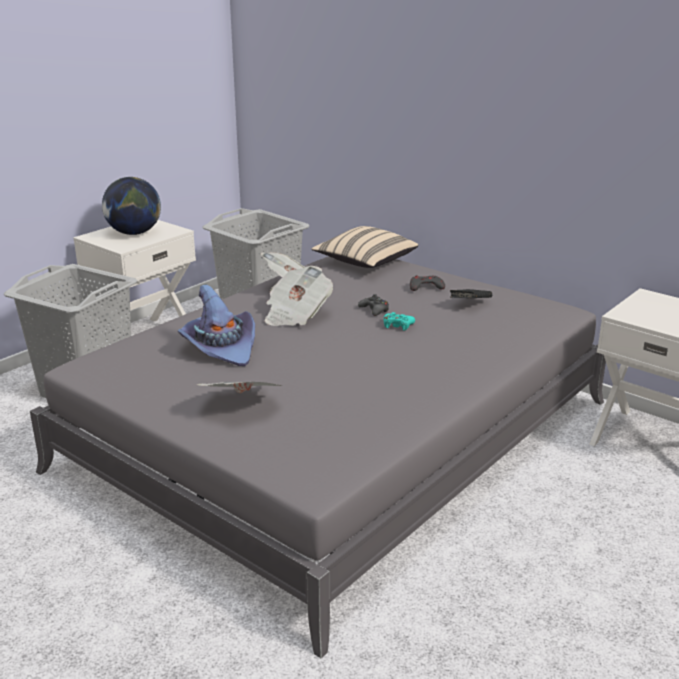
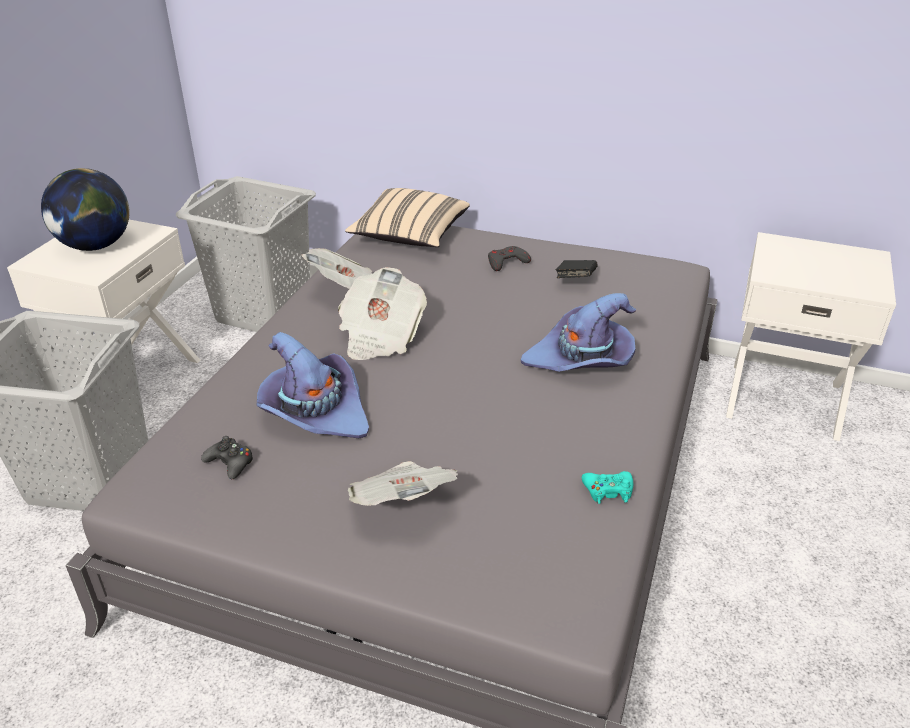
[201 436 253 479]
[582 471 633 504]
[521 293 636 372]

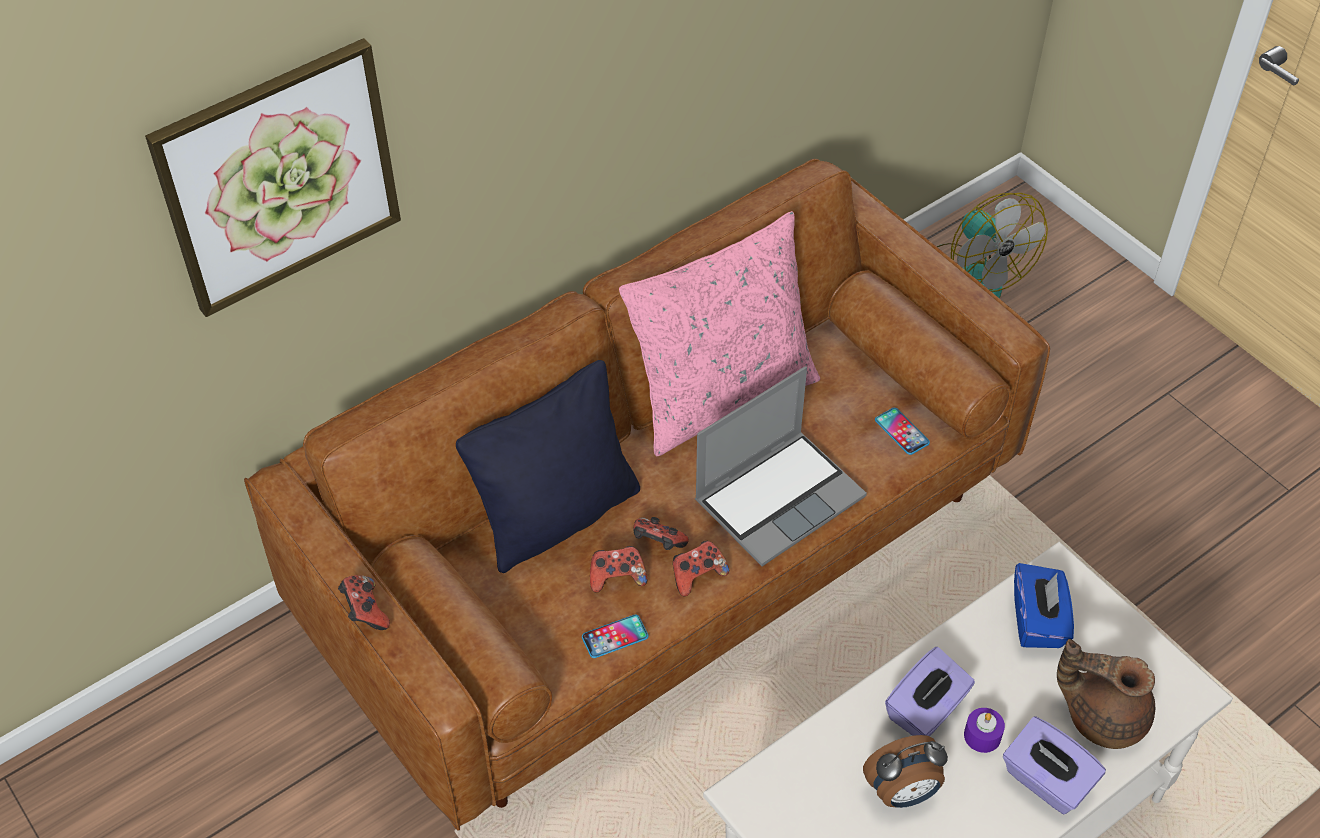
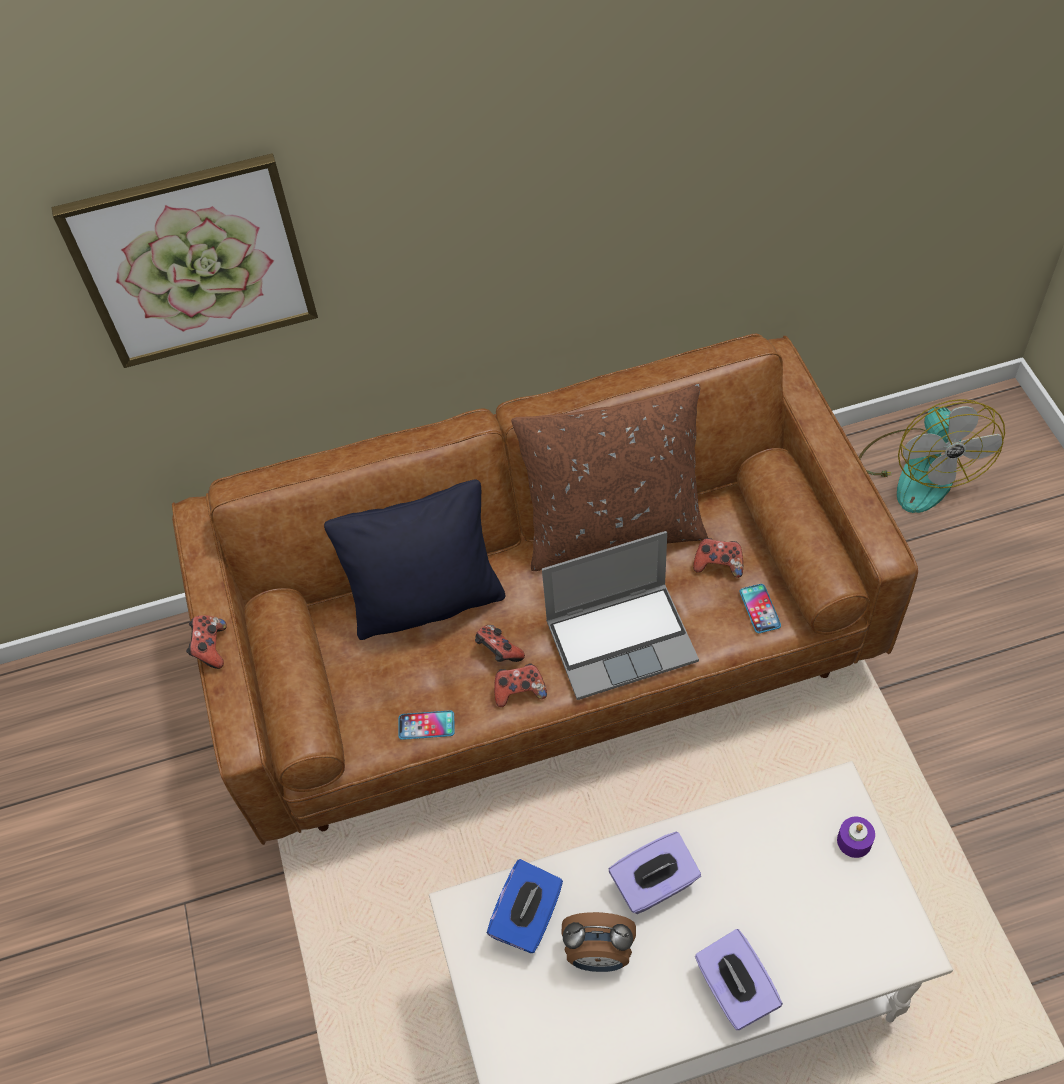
[693 538 743 578]
[511 383 708 571]
[837 817 875 858]
[487 859 563 953]
[1057 639 1155 749] (first image)

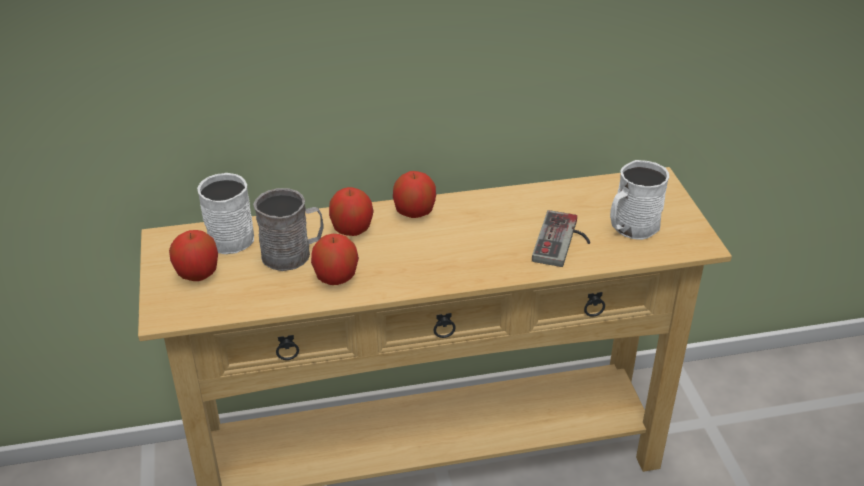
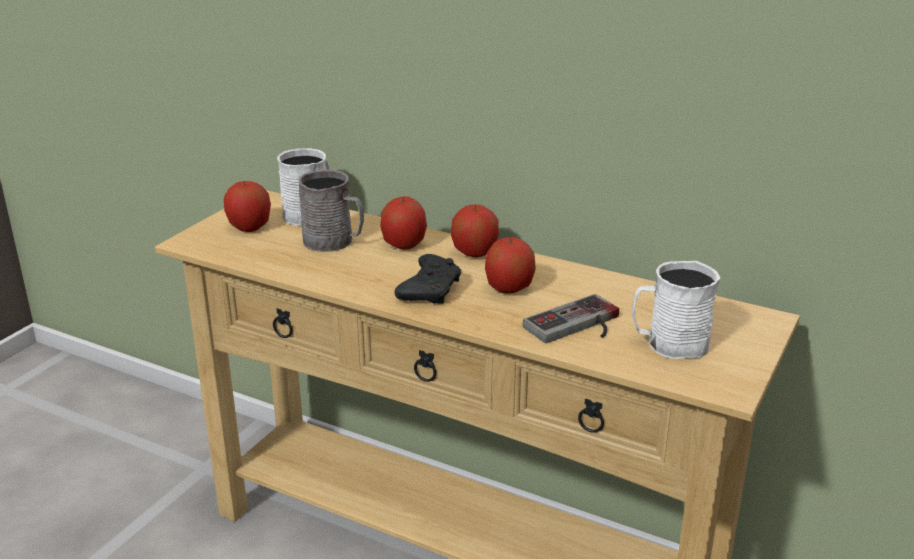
[485 237 536 294]
[395 254 461 304]

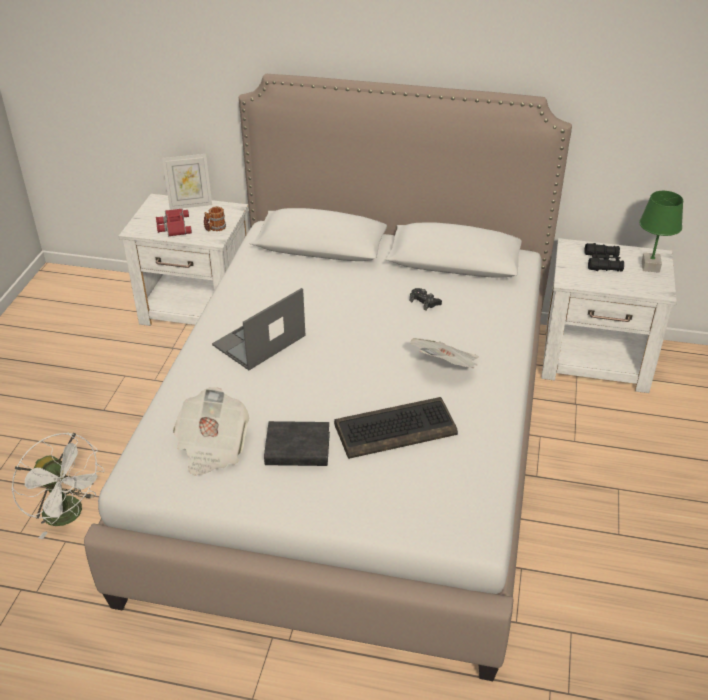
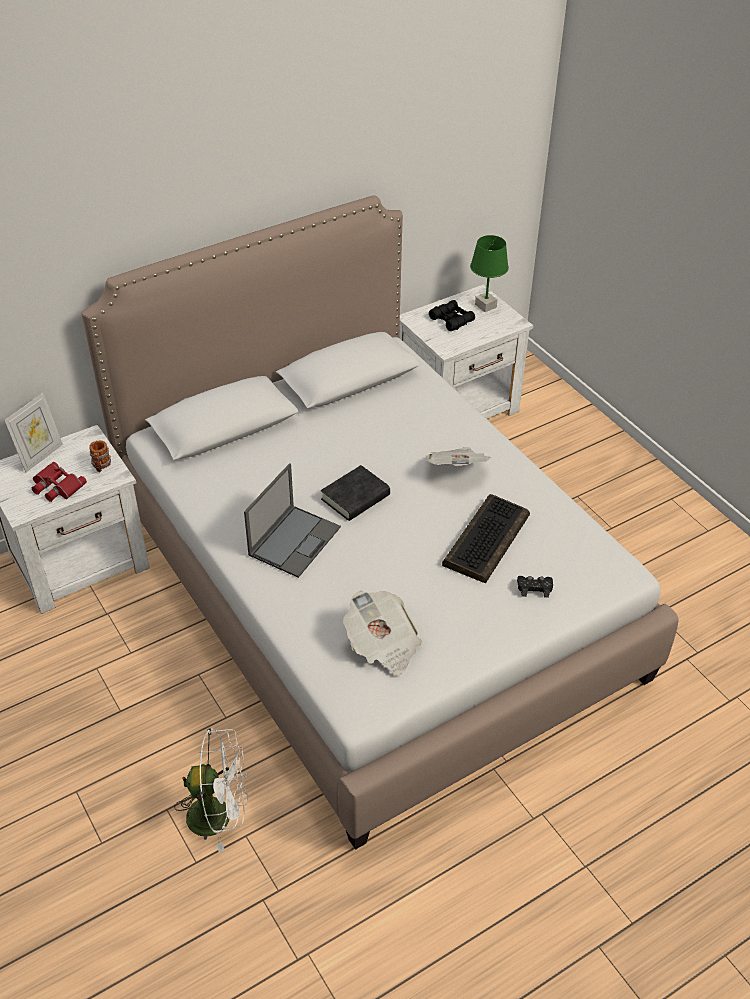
[244 463 341 578]
[321 465 390 521]
[517 576 553 598]

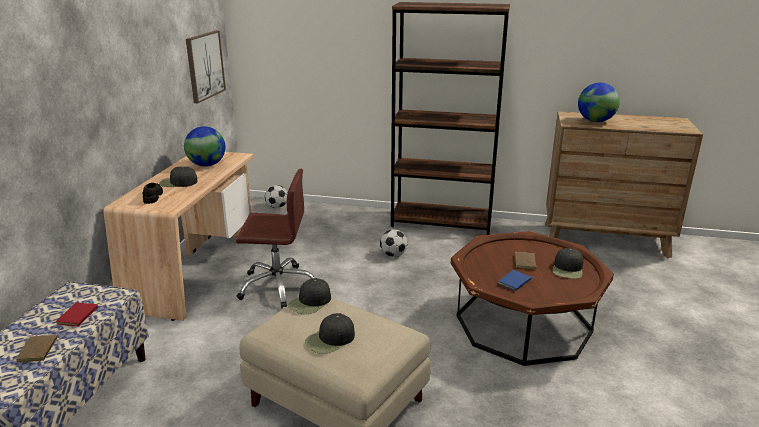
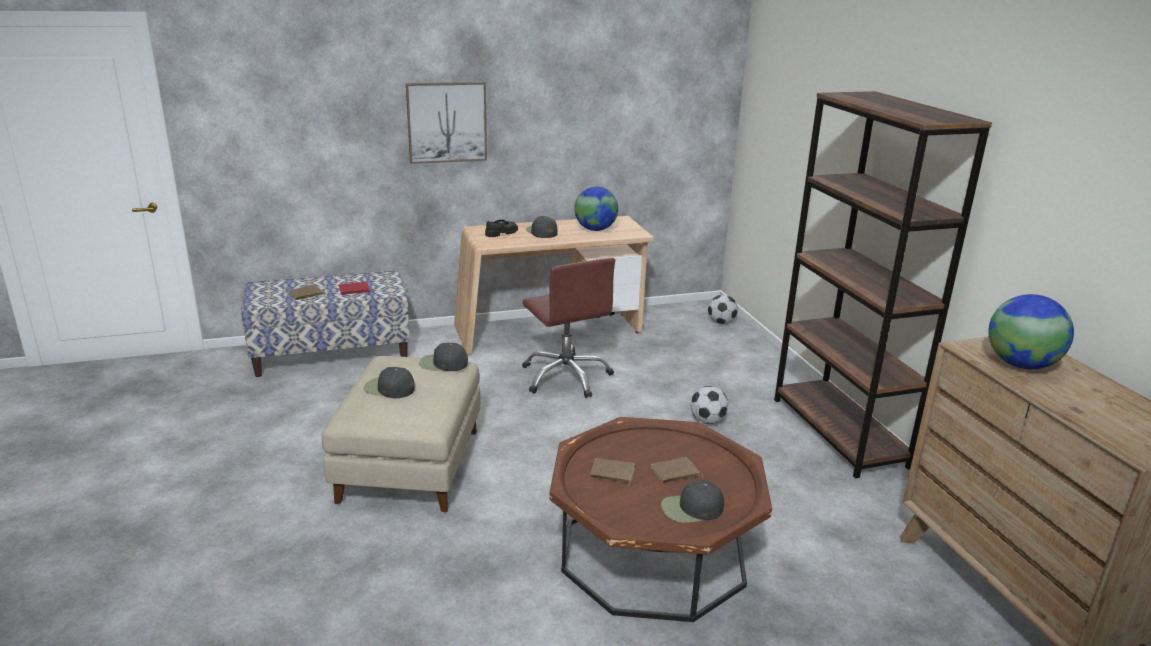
[406 82 487 164]
[590 458 635 486]

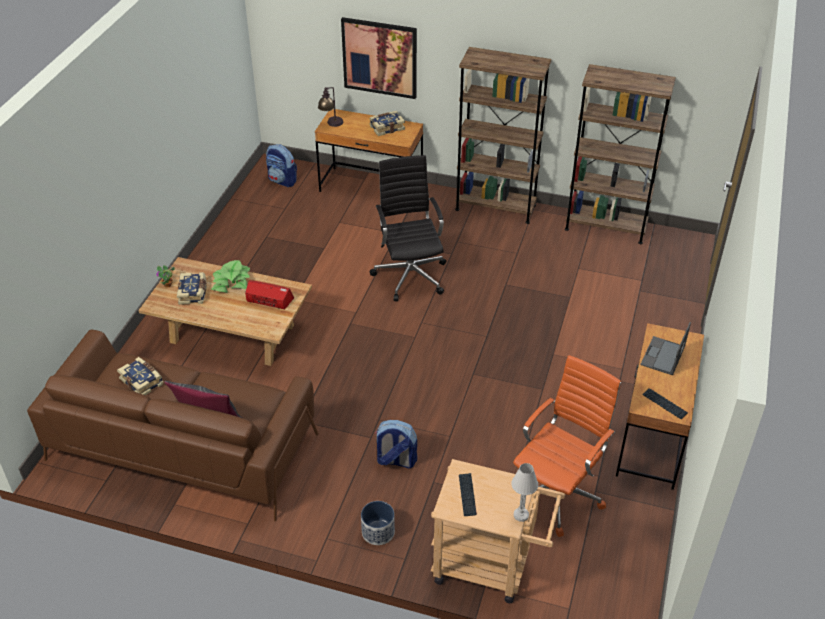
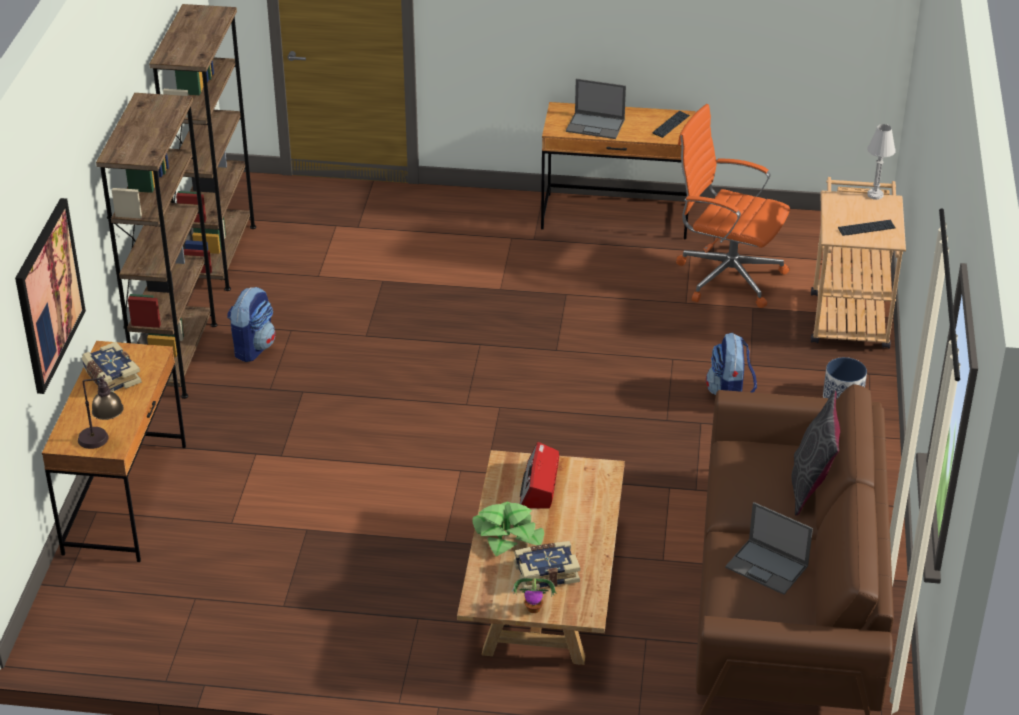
[725 502 813 595]
[227 287 276 362]
[370 155 446 301] (first image)

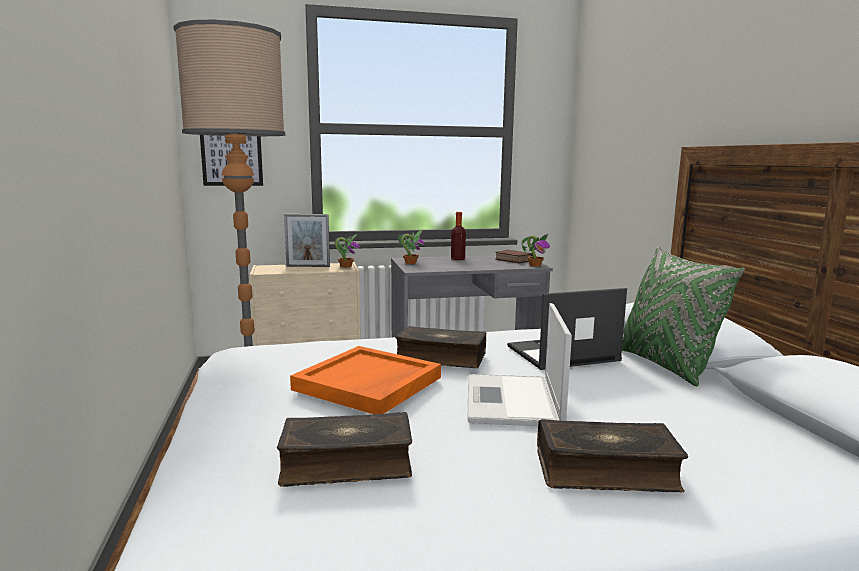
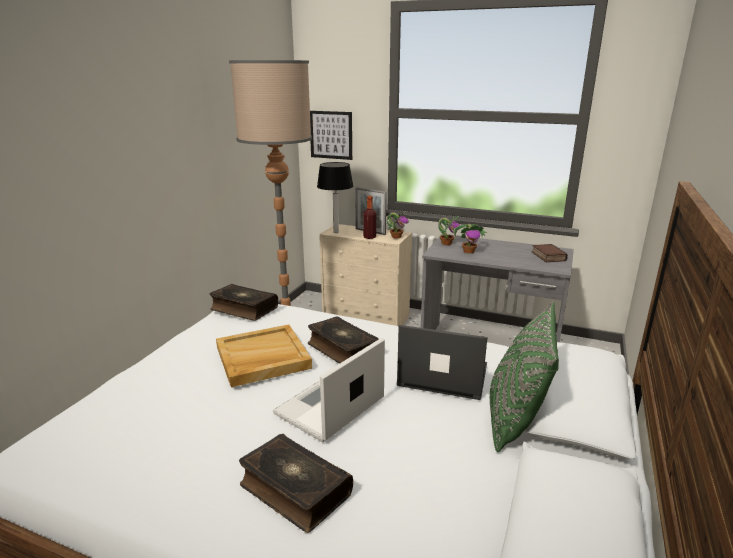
[209 284 278 321]
[216 325 312 387]
[363 196 376 239]
[453 224 487 253]
[317 162 353 233]

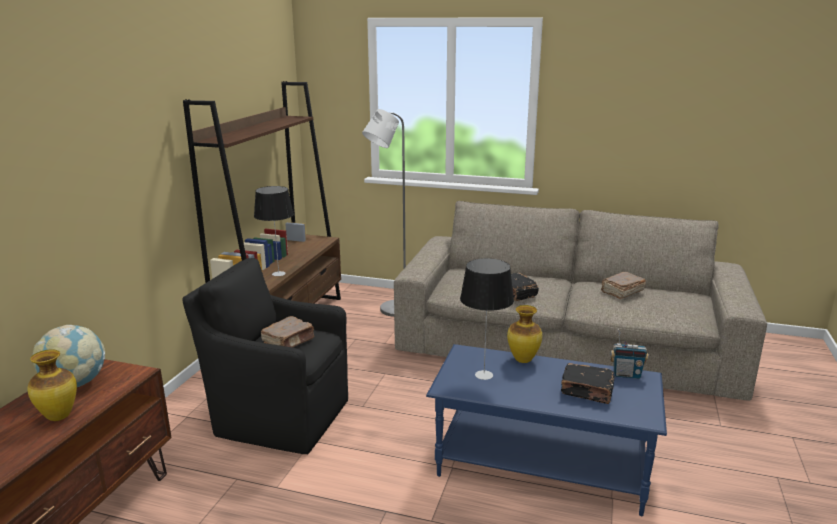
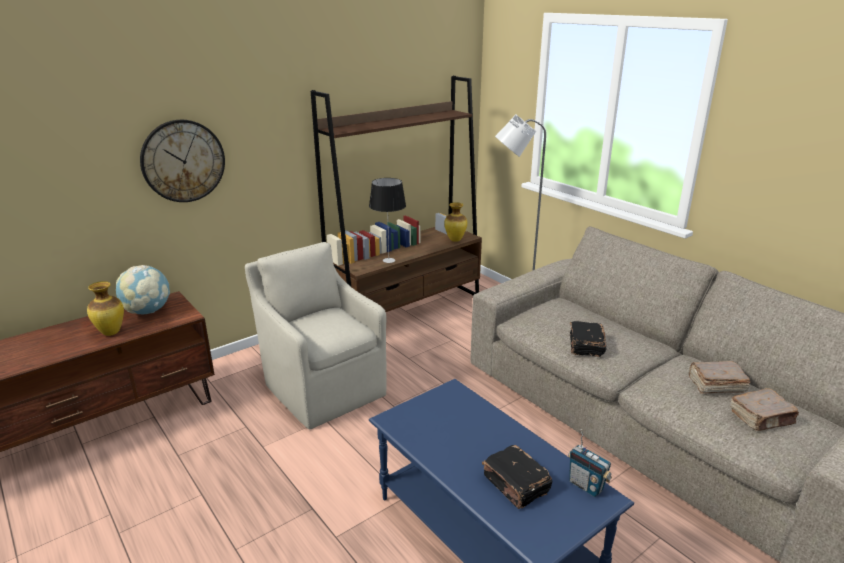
[245 242 387 430]
[730 388 799 431]
[460 258 514 380] (first image)
[444 202 467 242]
[140 120 225 202]

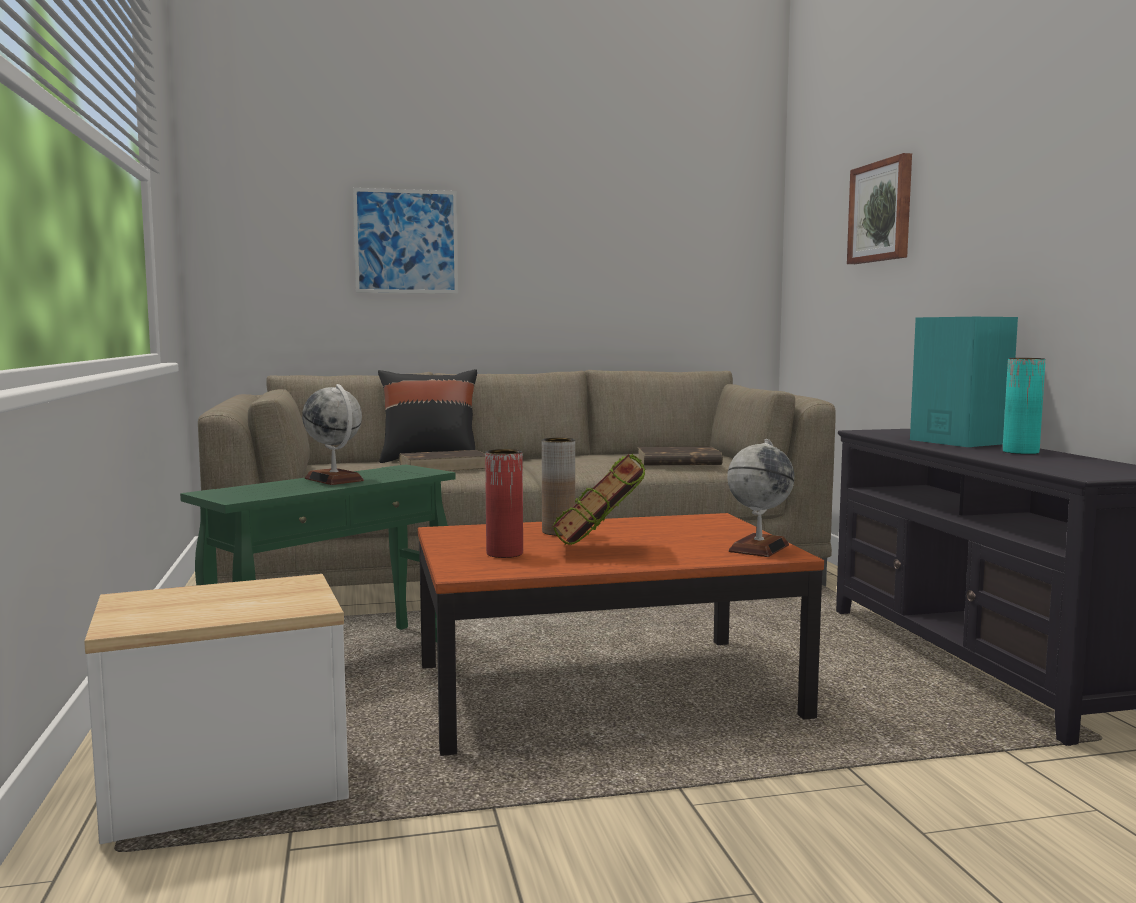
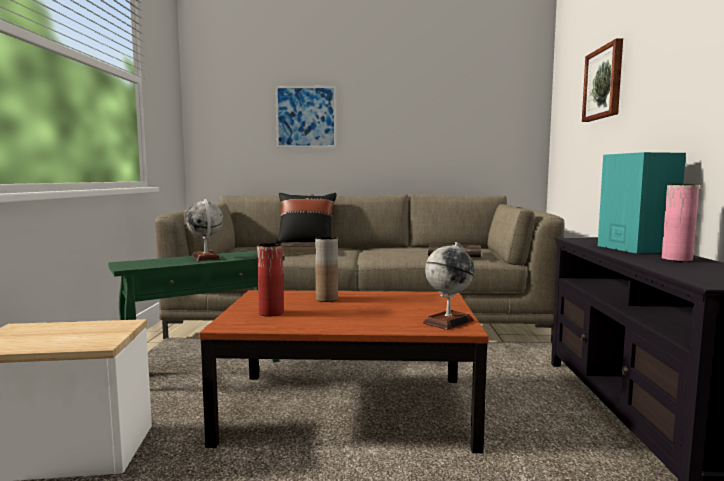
[552 453 645 545] (first image)
[662 184 699 262]

